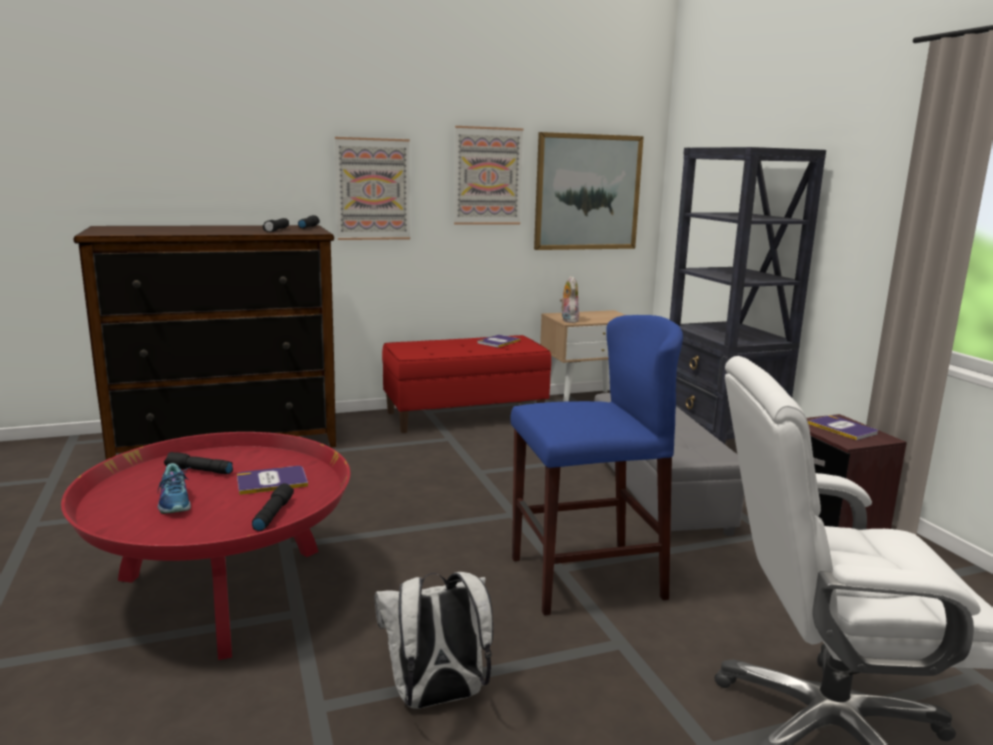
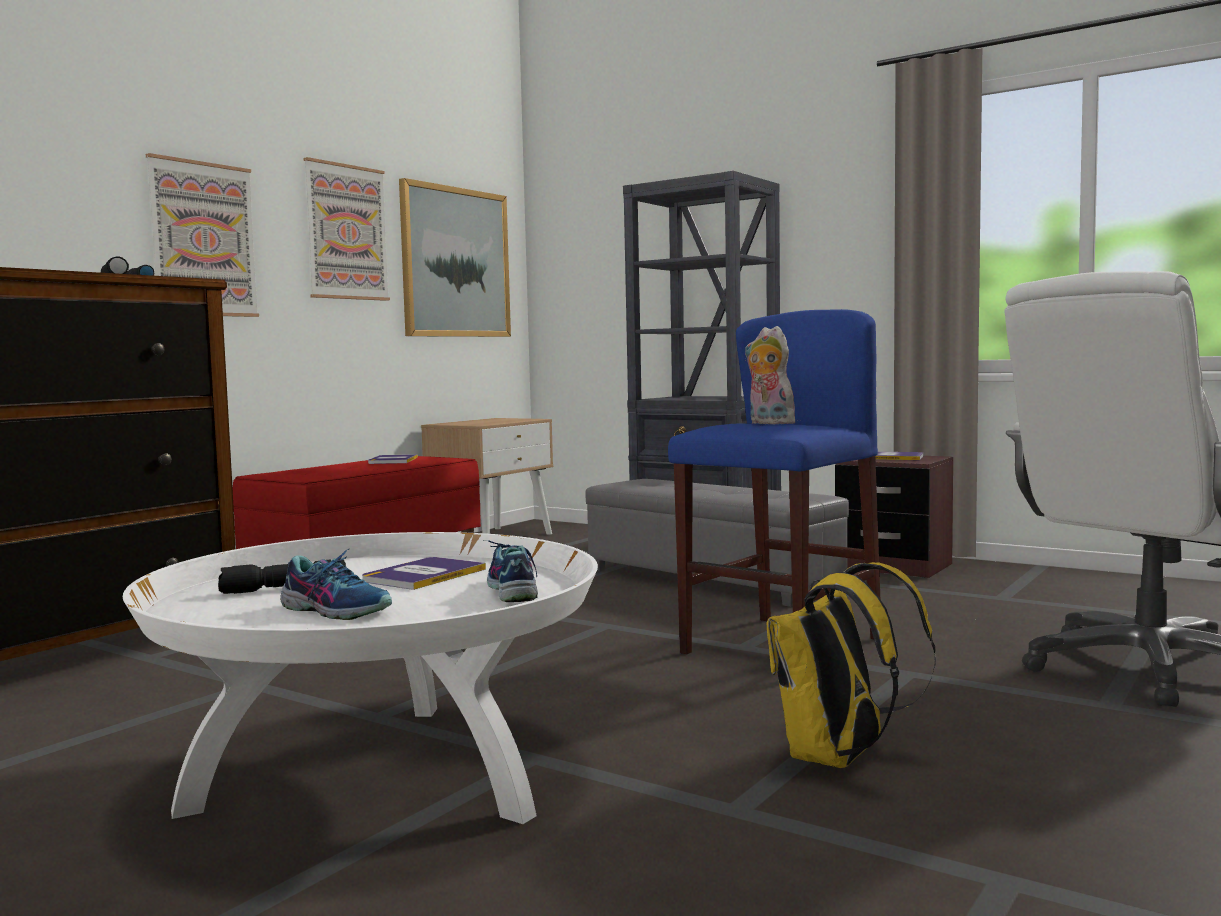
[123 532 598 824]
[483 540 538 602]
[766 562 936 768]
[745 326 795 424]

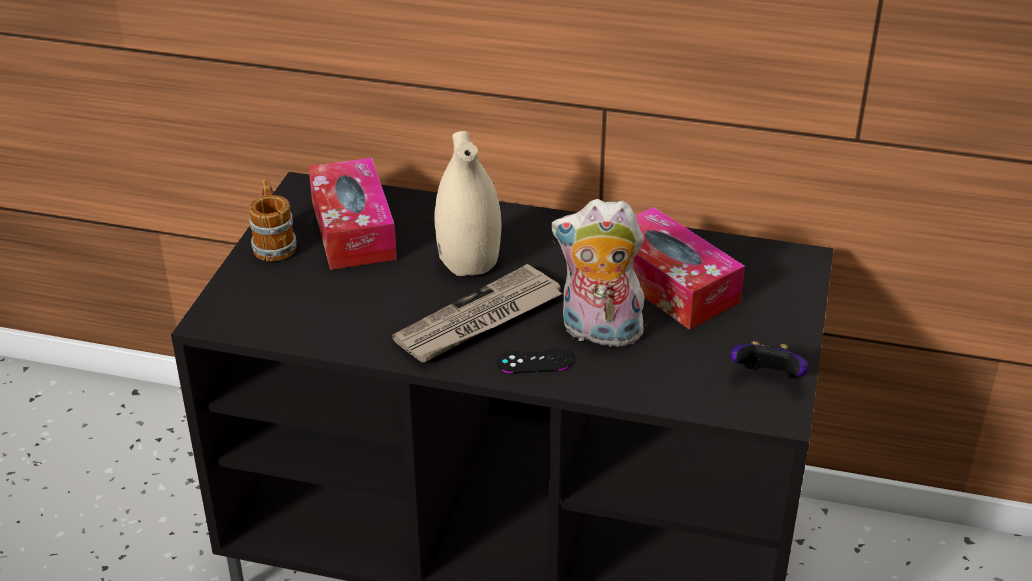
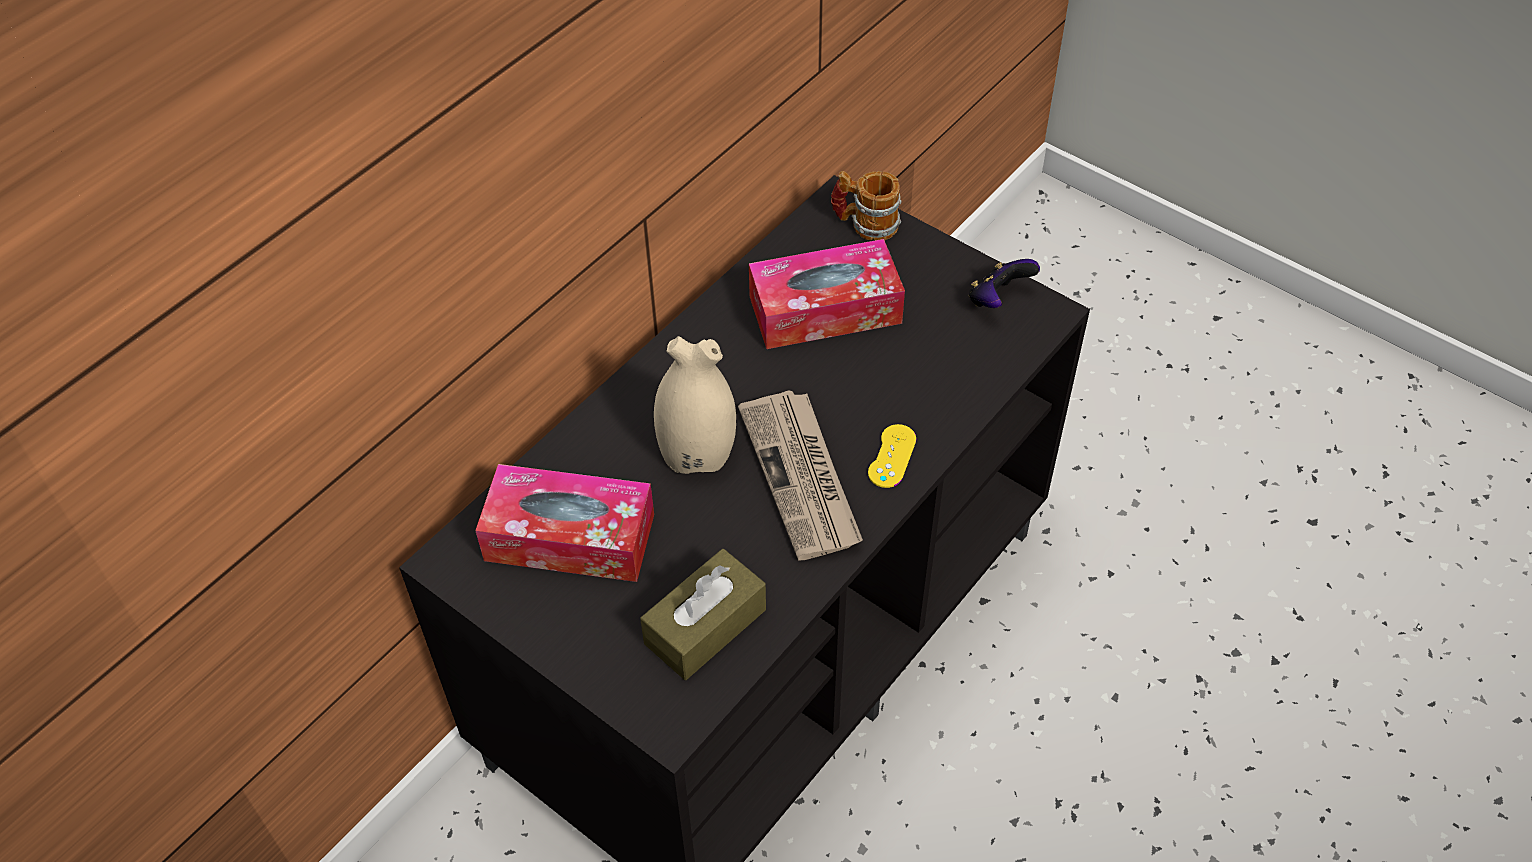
[831 171 902 241]
[868 424 916 488]
[551 199 645 351] (first image)
[640 549 766 680]

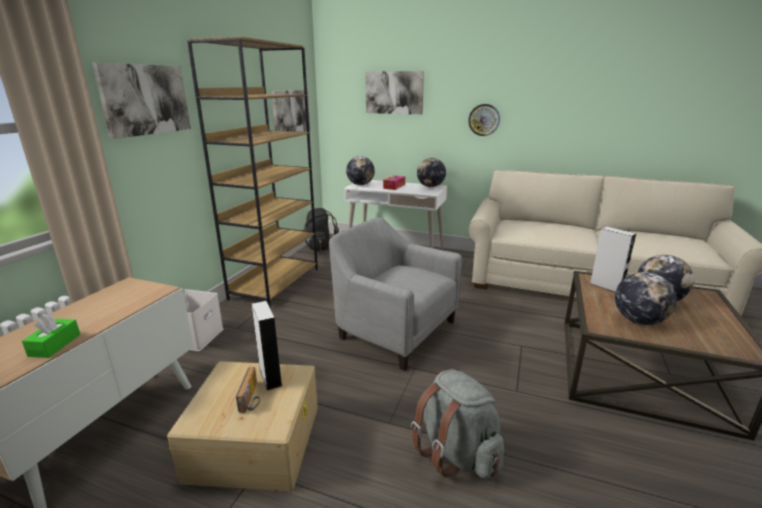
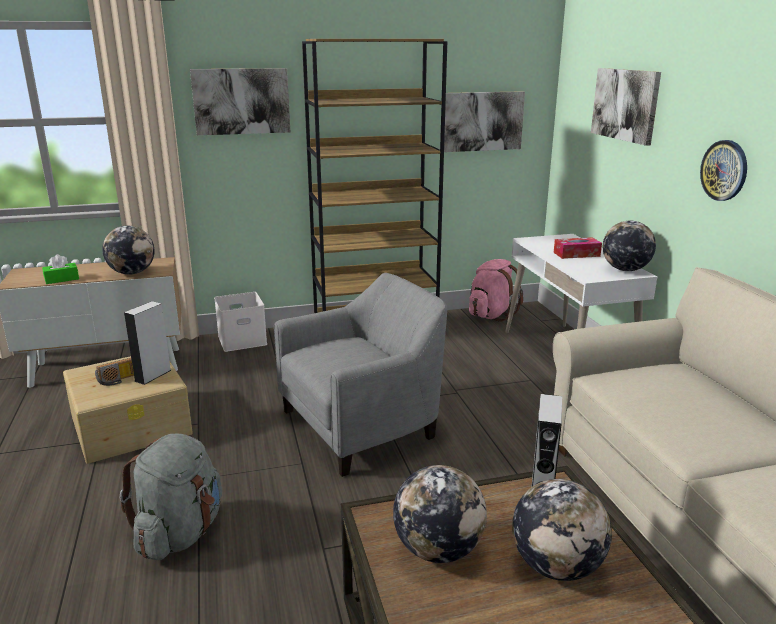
[469 259 523 322]
[274 273 447 477]
[102 226 155 275]

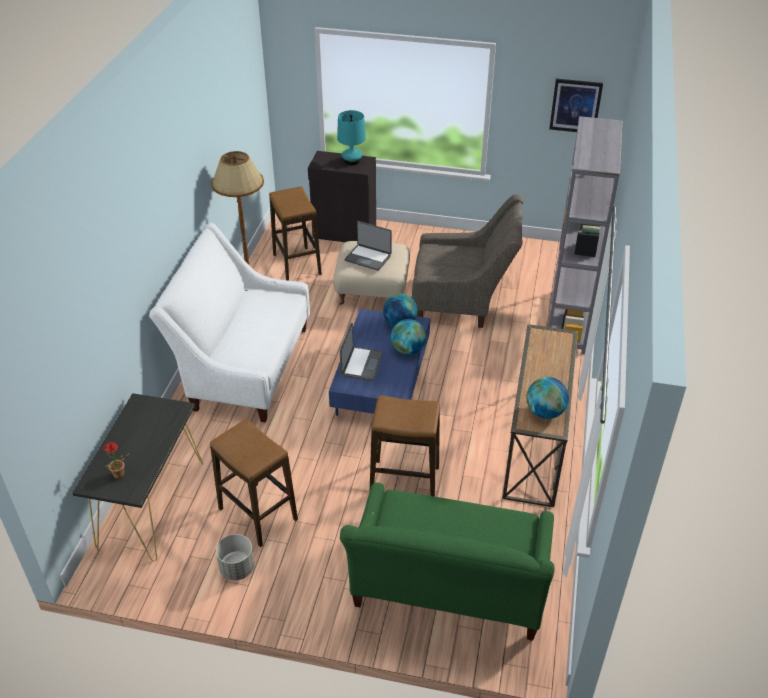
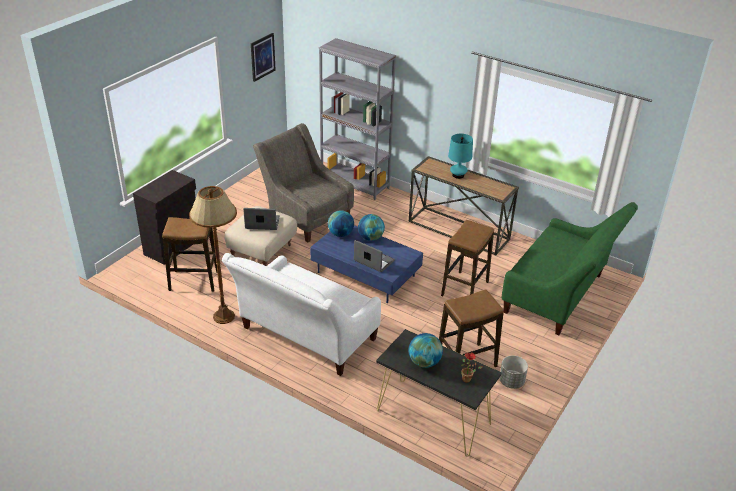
[448 134 473 179]
[243 208 280 230]
[253 123 354 242]
[409 333 443 368]

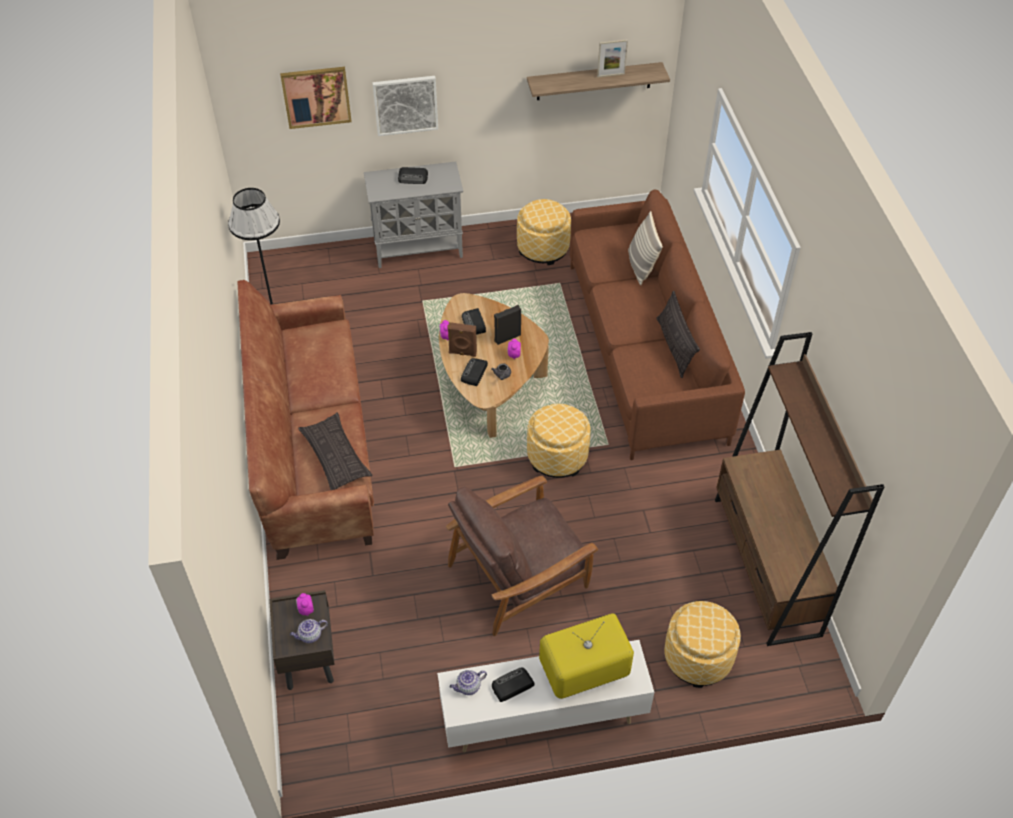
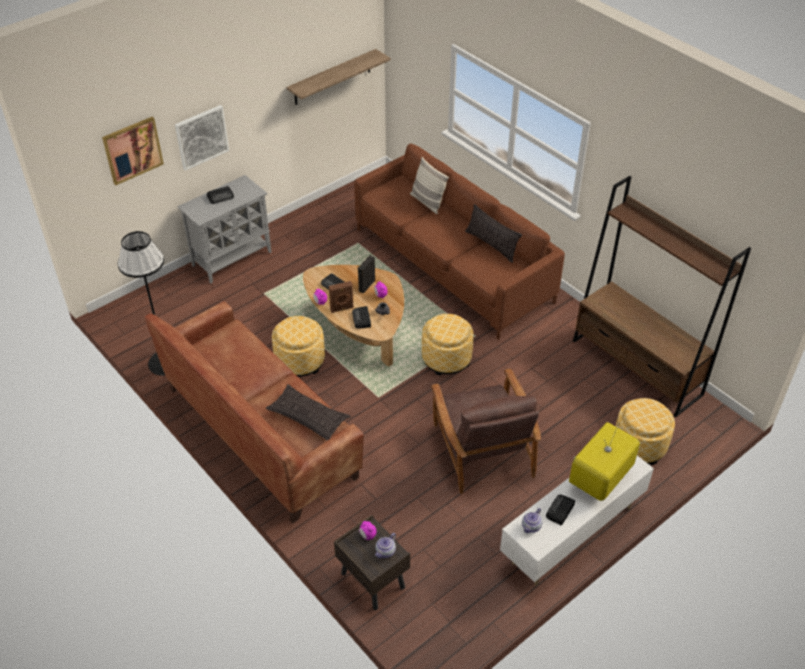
[431 369 541 494]
[272 316 325 377]
[597 40 628 77] (first image)

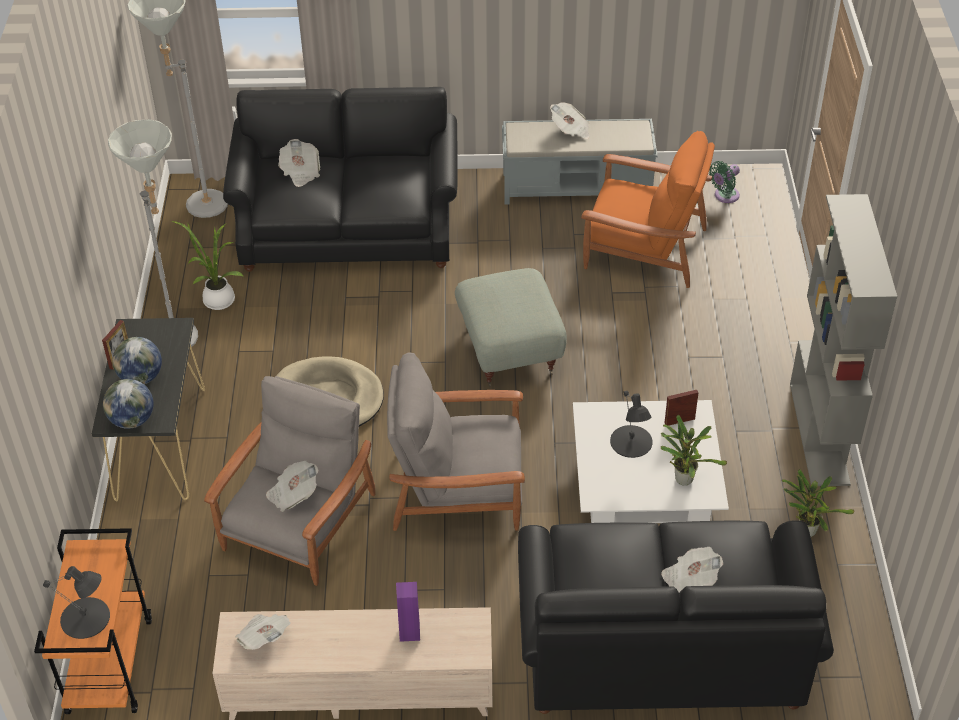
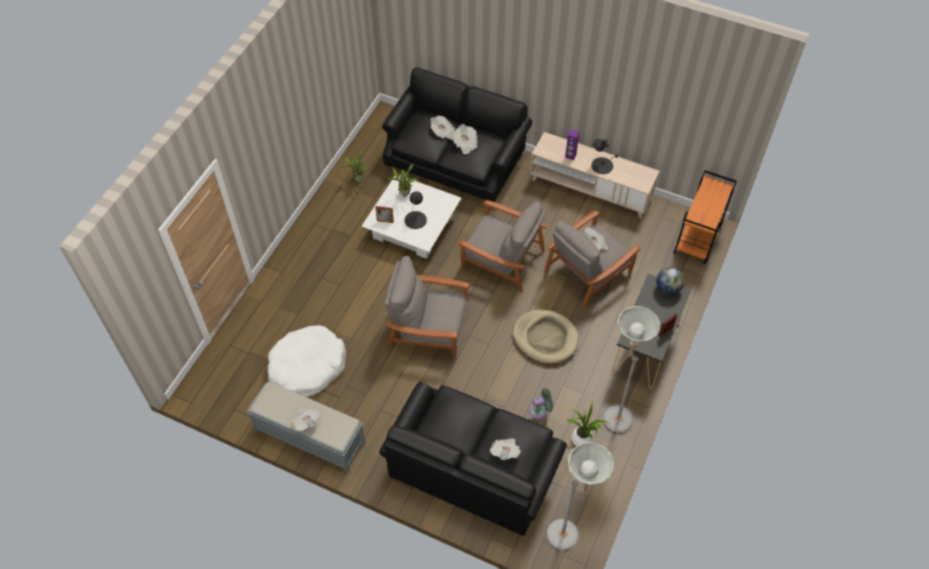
[591 139 618 174]
[112 337 162 384] (first image)
[453 124 478 154]
[384 256 470 360]
[268 325 346 397]
[530 388 553 419]
[790 194 897 486] (first image)

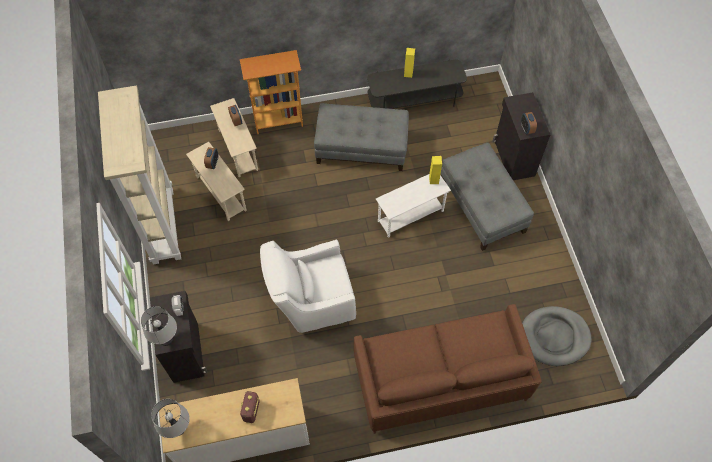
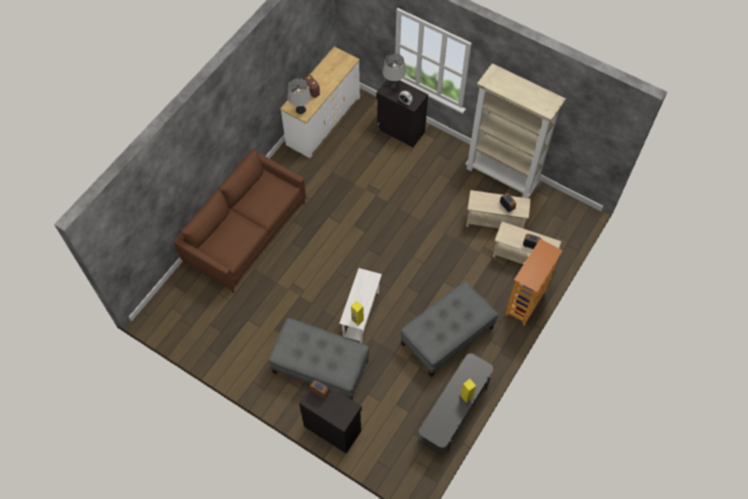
[288 78 311 114]
[260 240 356 333] (first image)
[522 306 591 366] (first image)

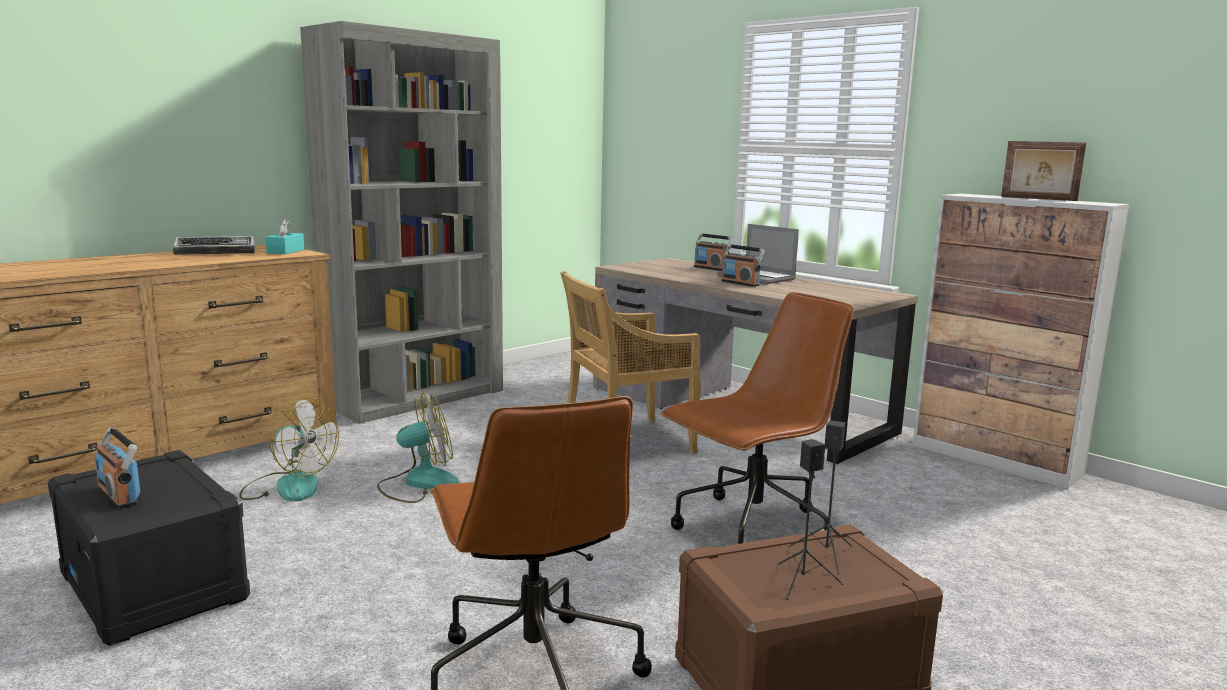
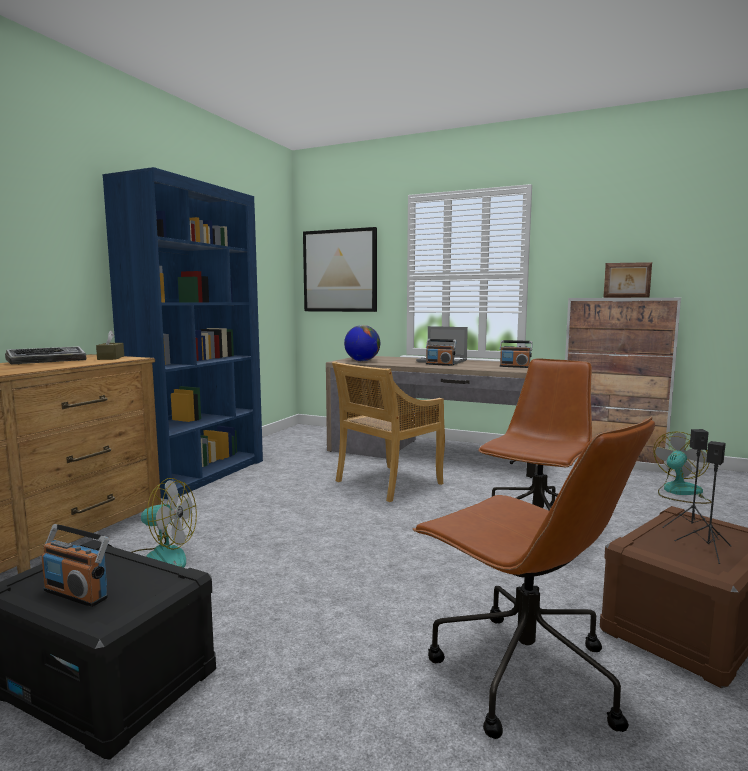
[96 330 124 360]
[102 167 263 499]
[653 431 712 504]
[499 340 533 368]
[303 227 377 312]
[344 325 380 361]

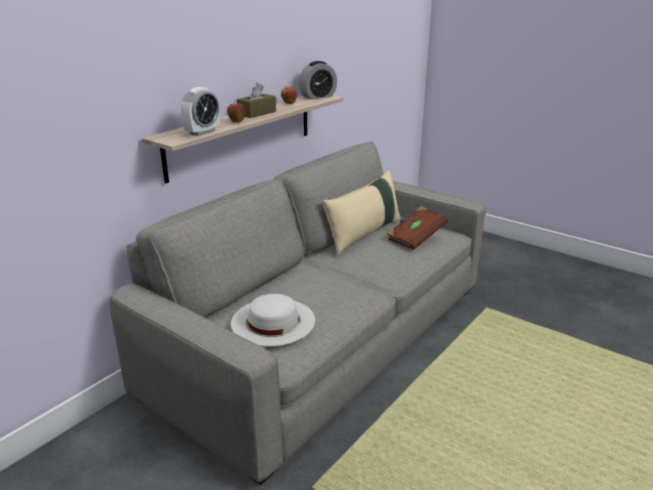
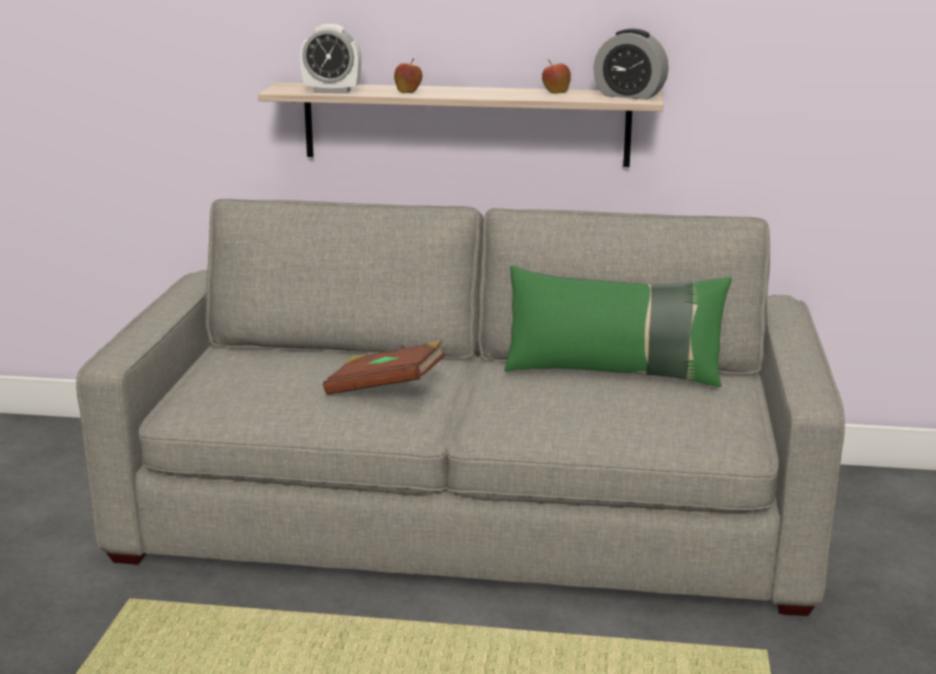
[231 294 315 346] (first image)
[237 82 276 118] (first image)
[504 266 732 387]
[323 340 445 395]

